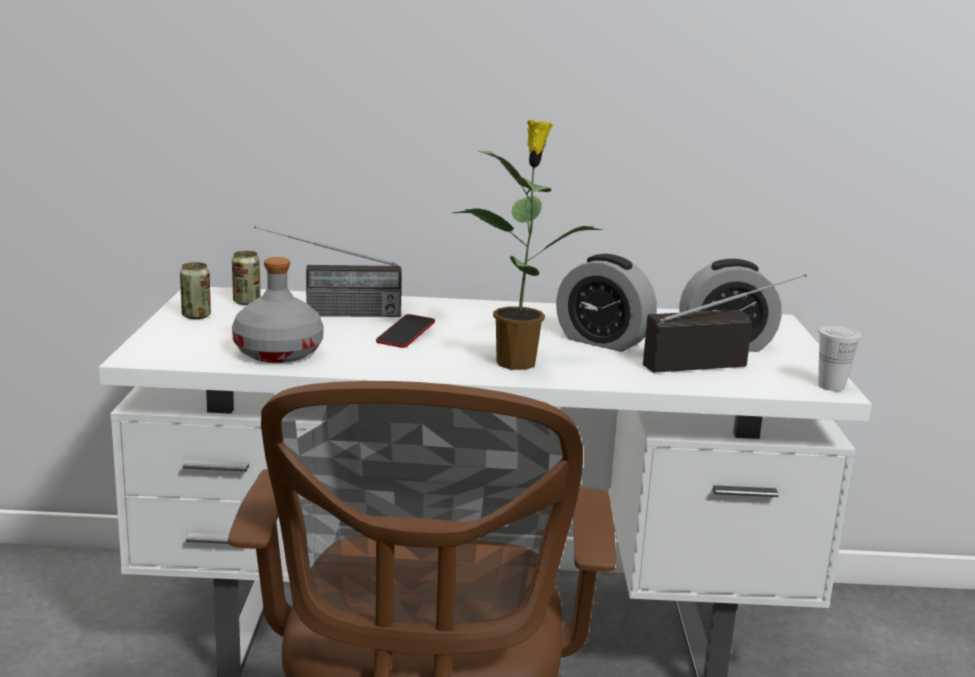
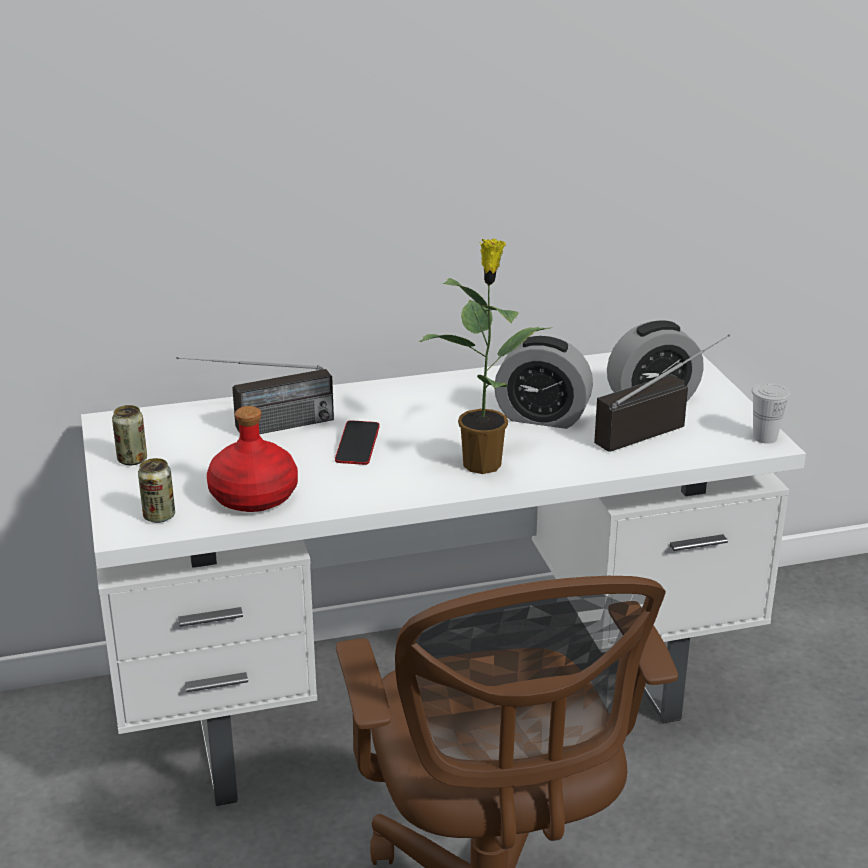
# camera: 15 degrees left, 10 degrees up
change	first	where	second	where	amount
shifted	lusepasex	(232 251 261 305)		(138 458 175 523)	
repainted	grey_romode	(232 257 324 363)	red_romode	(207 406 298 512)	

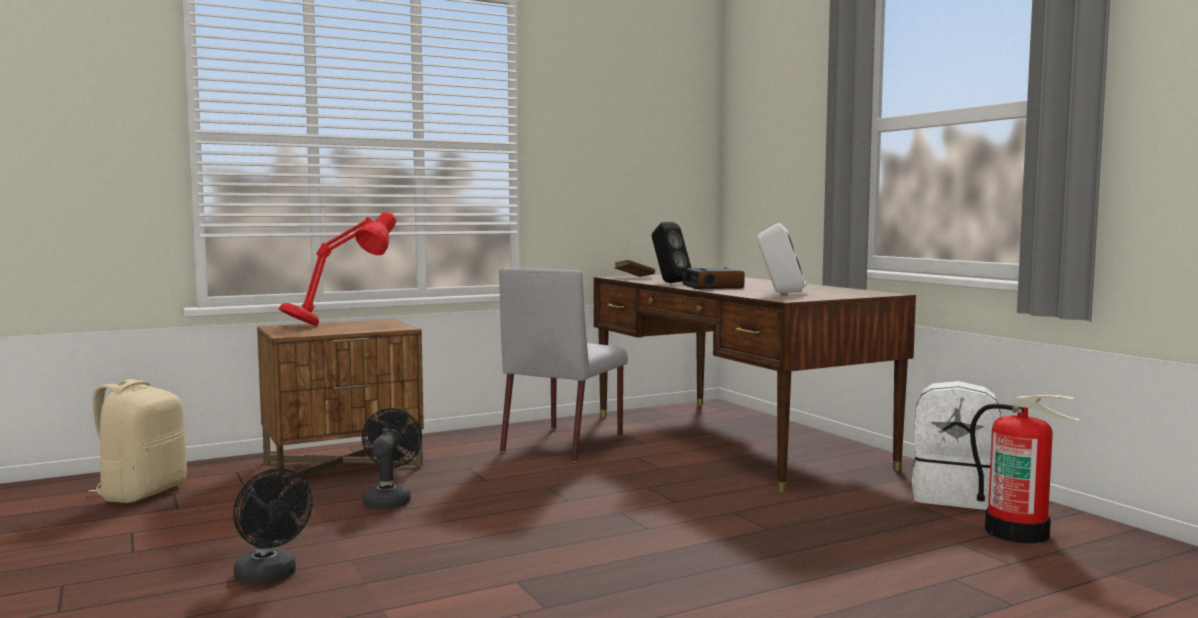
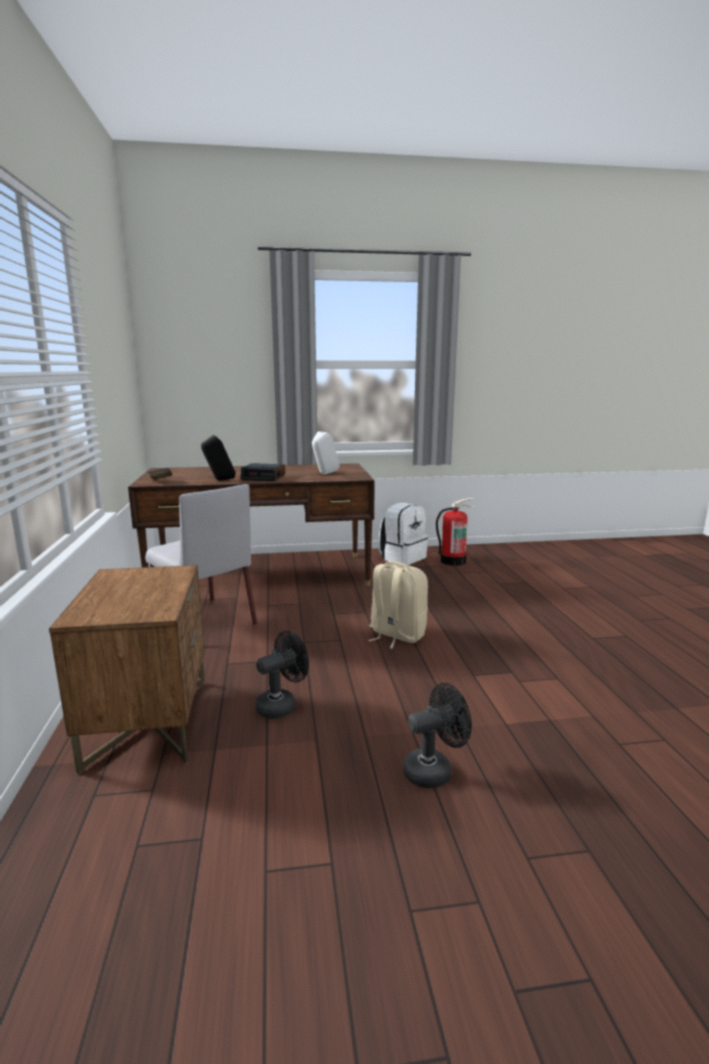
# camera: 70 degrees left, 10 degrees up
change	first	where	second	where	amount
gone	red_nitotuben	(279 212 396 326)			
shifted	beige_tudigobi	(88 379 187 503)		(368 561 428 649)	
rotated	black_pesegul	(362 408 422 509)		(255 631 309 719)	120 degrees clockwise

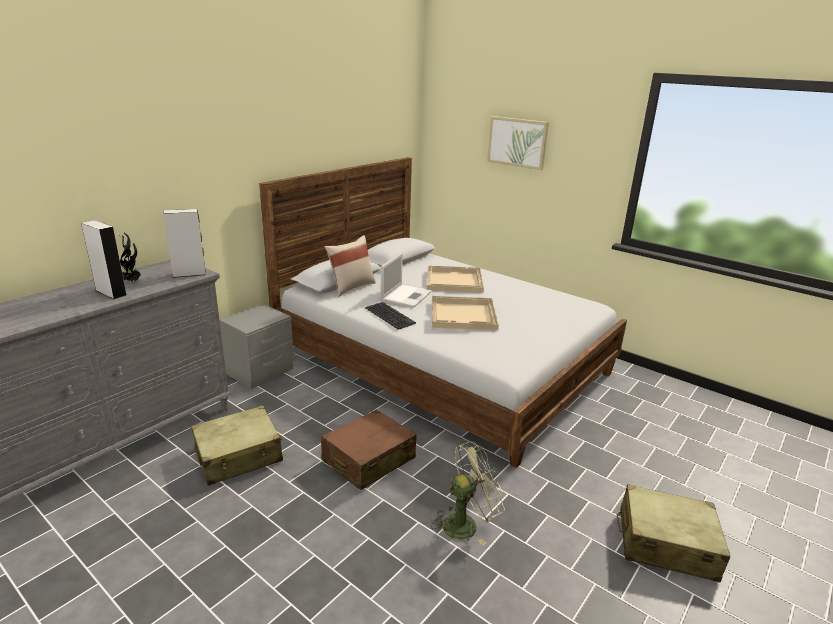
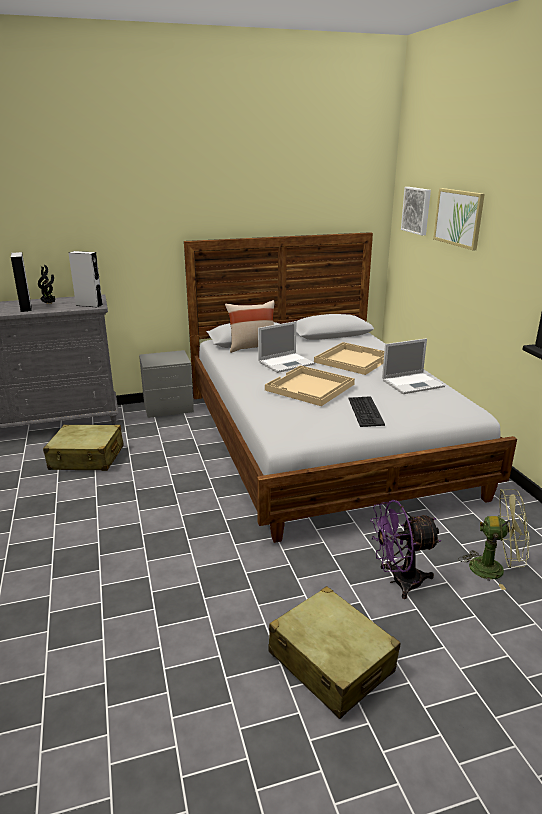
# camera: 35 degrees right, 0 degrees up
change	first	where	second	where	amount
shifted	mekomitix	(365 302 416 330)		(348 396 385 427)	
gone	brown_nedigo	(321 410 416 490)			
shifted	green_pesegul	(431 441 505 546)		(458 489 529 590)	
new			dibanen	(401 187 431 235)	
new			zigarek	(382 338 445 394)	
new			purple_pesegul	(370 500 441 599)	

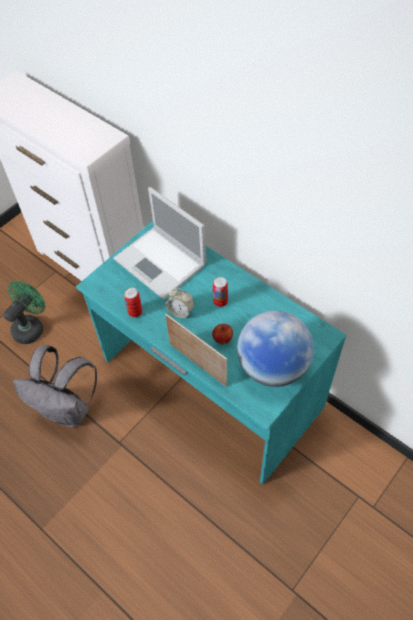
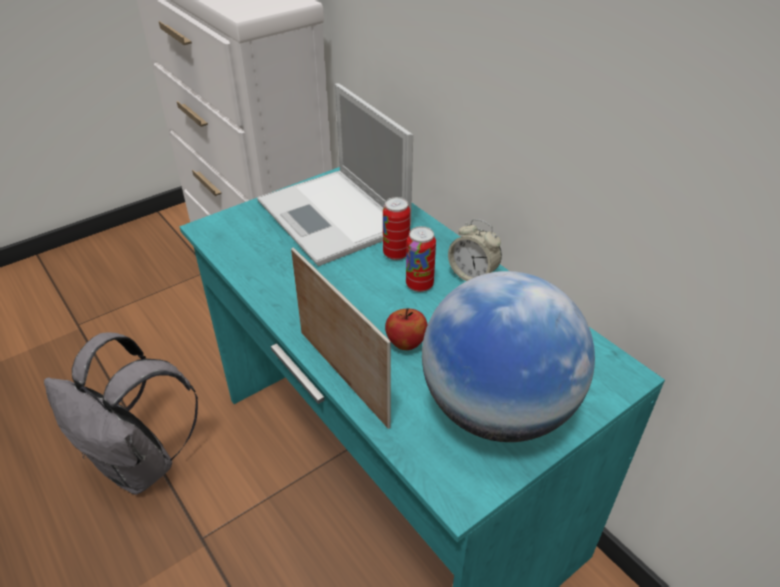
# camera: 10 degrees right, 15 degrees down
change	first	where	second	where	amount
gone	green_pesegul	(3 281 45 344)			
shifted	lusepasex	(124 288 143 317)		(383 197 410 260)	
shifted	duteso	(166 288 194 318)		(448 219 502 281)	

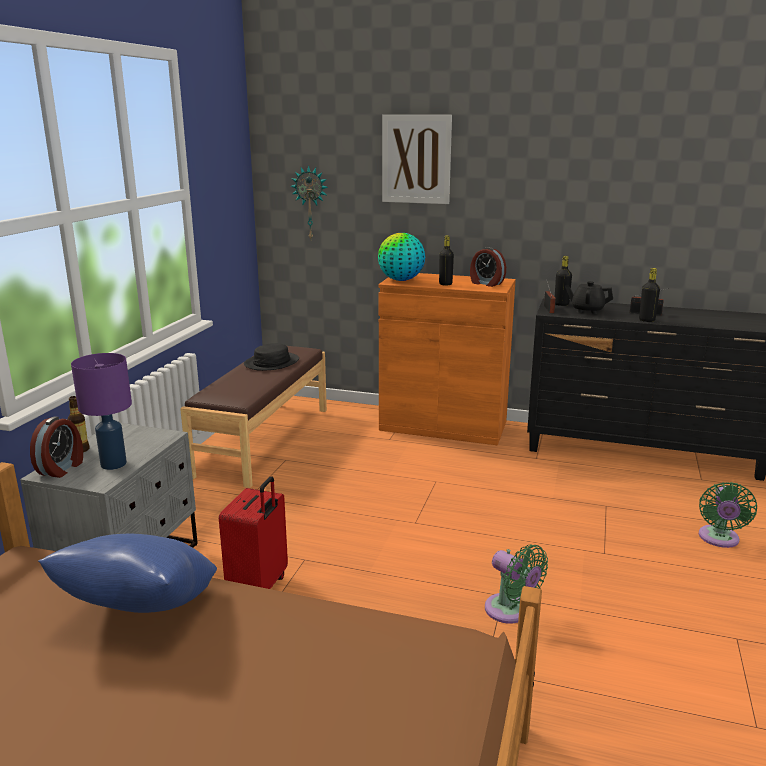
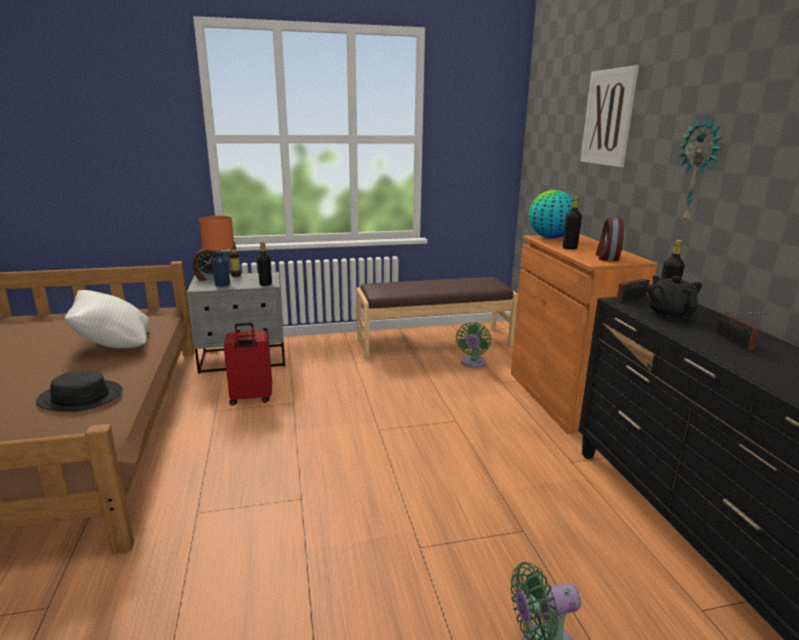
# camera: 60 degrees right, 0 degrees up
change	first	where	second	where	amount
shifted	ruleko	(291 165 328 239)		(679 116 723 224)	
shifted	black_romode	(639 268 660 322)		(257 242 272 286)	
shifted	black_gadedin	(244 343 299 371)		(36 371 123 412)	
repainted	purple_nitotuben	(71 353 132 470)	orange_nitotuben	(199 216 234 287)	
repainted	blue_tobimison	(38 534 217 613)	white_tobimison	(65 290 150 348)	
shifted	green_pesegul	(485 544 548 624)		(456 322 491 368)	

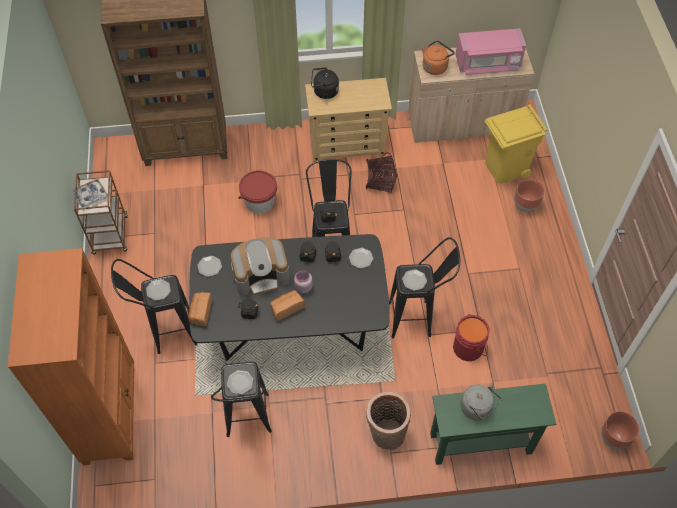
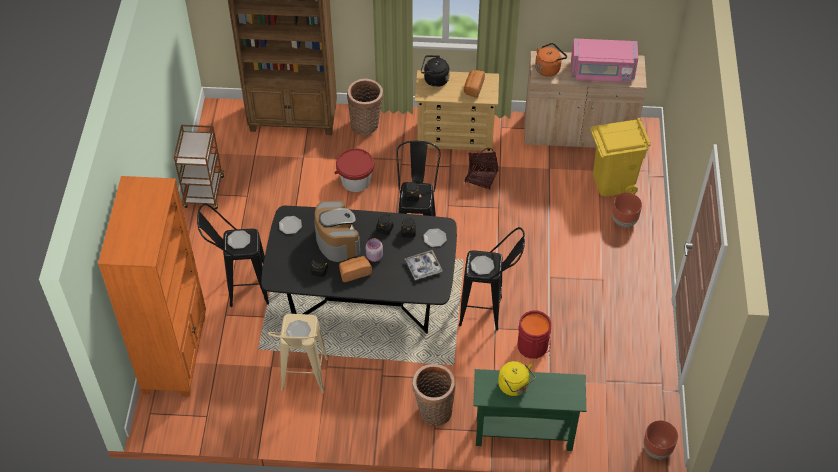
# camera: 10 degrees right, 5 degrees down
change	first	where	second	where	amount
shifted	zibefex	(72 179 108 208)		(405 250 443 280)	
rotated	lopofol	(230 237 290 296)		(315 201 360 262)	105 degrees counterclockwise
shifted	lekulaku	(188 292 212 327)		(464 70 485 98)	
repainted	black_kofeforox	(211 362 272 437)	beige_kofeforox	(268 314 328 393)	
repainted	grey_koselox	(461 384 502 421)	yellow_koselox	(498 361 536 396)	
new			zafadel	(347 79 384 136)	

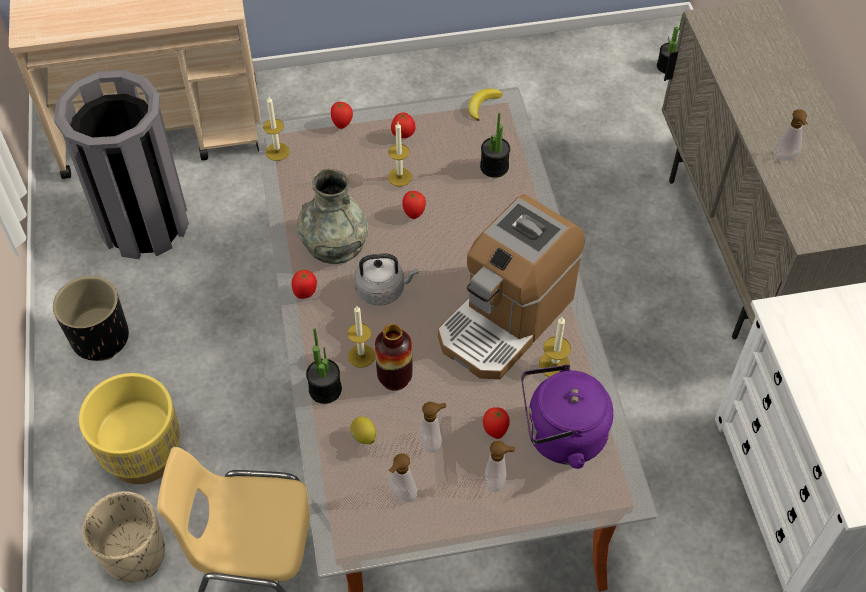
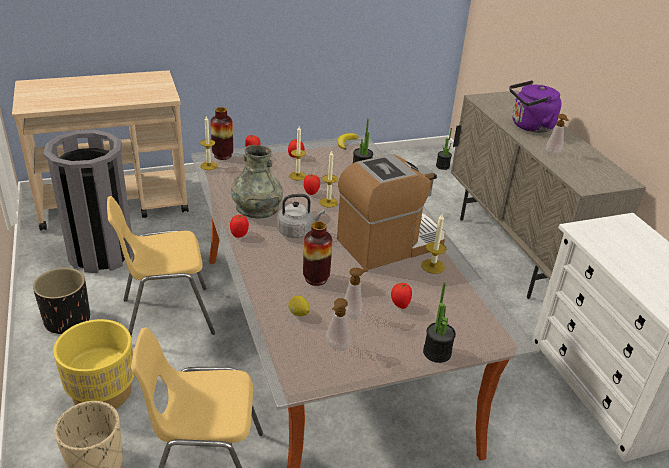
# camera: 10 degrees left, 20 degrees down
change	first	where	second	where	amount
rotated	lopofol	(438 194 585 379)		(337 154 445 270)	150 degrees counterclockwise
shifted	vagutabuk	(348 306 375 368)		(320 151 338 207)	
shifted	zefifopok	(306 328 342 404)		(423 282 456 363)	
shifted	purple_koselox	(521 364 614 469)		(509 80 562 133)	
gone	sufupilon	(485 441 515 492)			
new			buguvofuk	(210 107 233 160)	
new			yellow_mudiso	(107 196 215 336)	

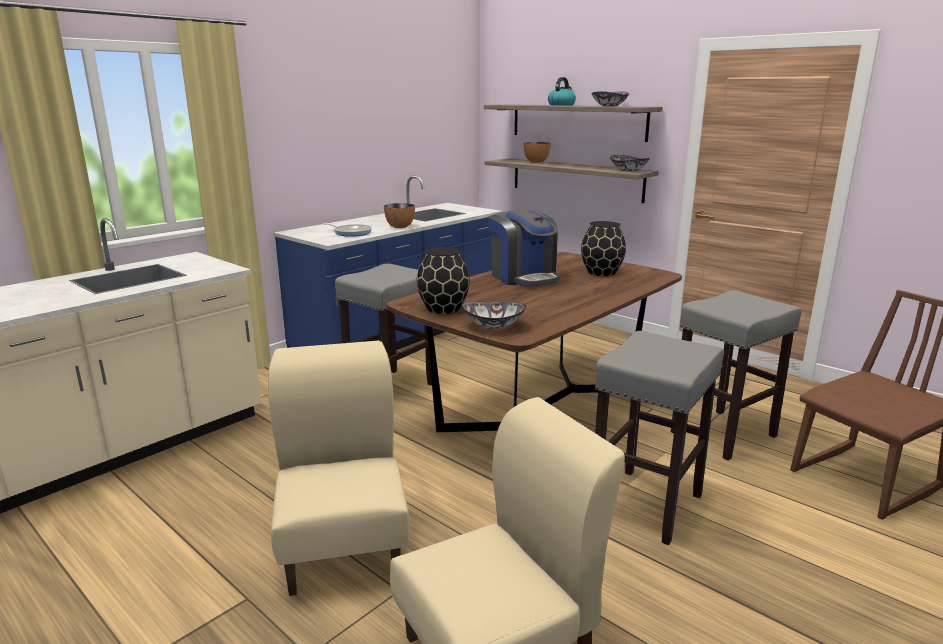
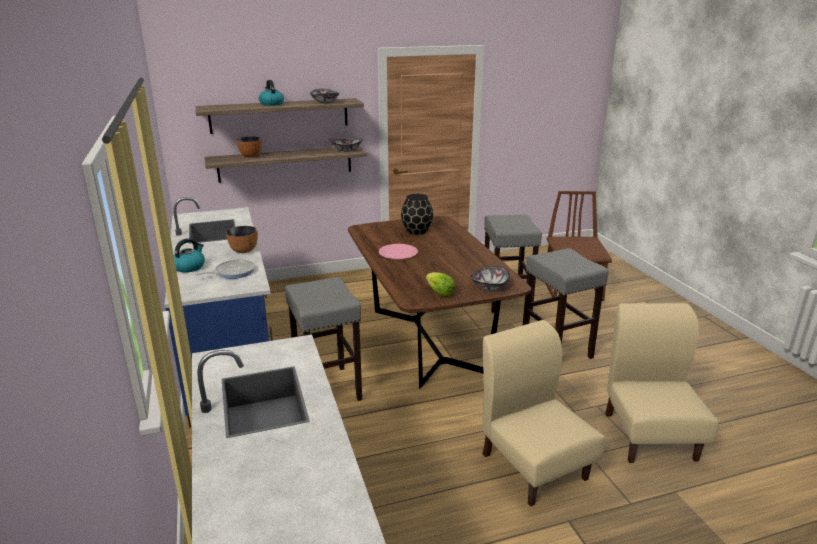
# camera: 60 degrees left, 5 degrees up
change	first	where	second	where	amount
swapped	lopofol	(488 209 560 287)	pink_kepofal	(379 244 418 259)	
swapped	black_buguvofuk	(417 247 470 314)	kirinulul	(426 272 455 297)	
rotated	beige_mudiso	(268 341 410 596)		(482 320 605 506)	45 degrees clockwise
new			koselox	(174 238 205 273)	

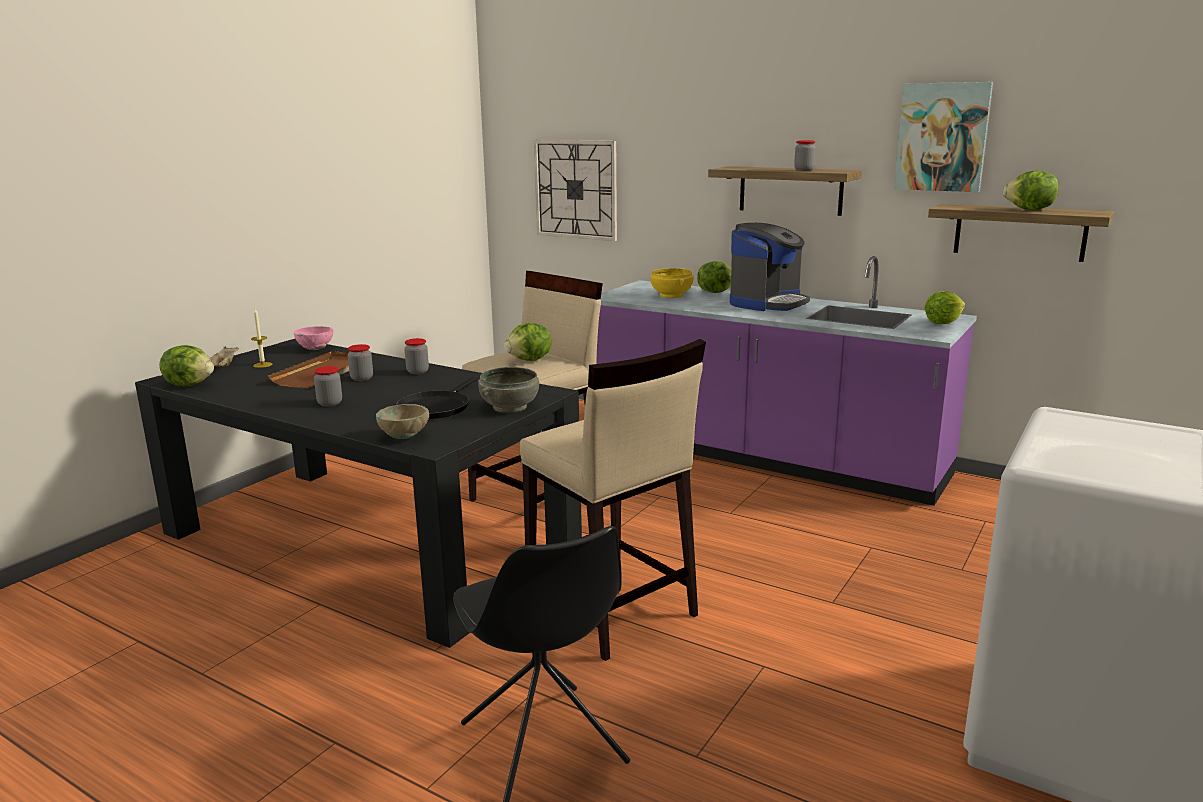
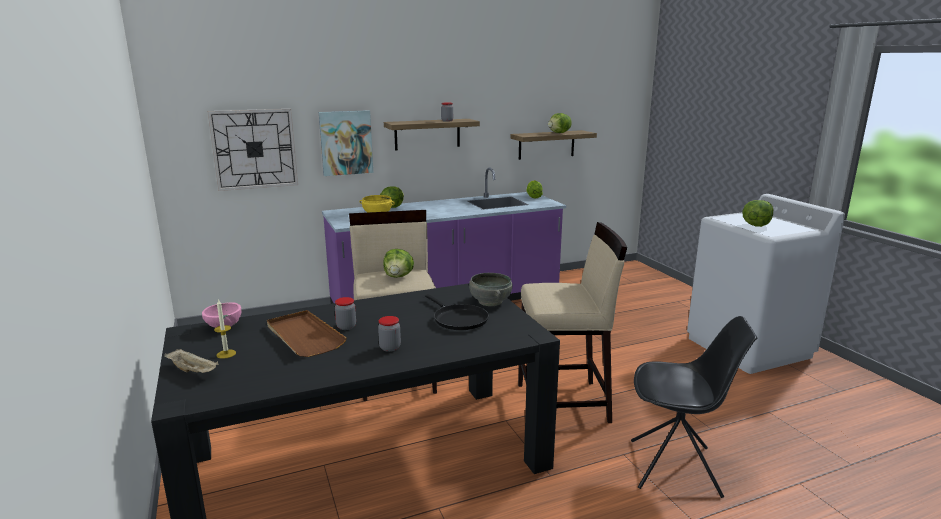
# camera: 55 degrees left, 0 degrees up
change	first	where	second	where	amount
shifted	dibanen	(894 82 993 192)		(319 110 373 176)	
gone	lopofol	(730 223 810 311)			
gone	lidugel	(404 338 429 374)			
shifted	kirinulul	(159 345 214 387)		(742 200 773 227)	
gone	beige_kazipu	(376 404 429 439)			

